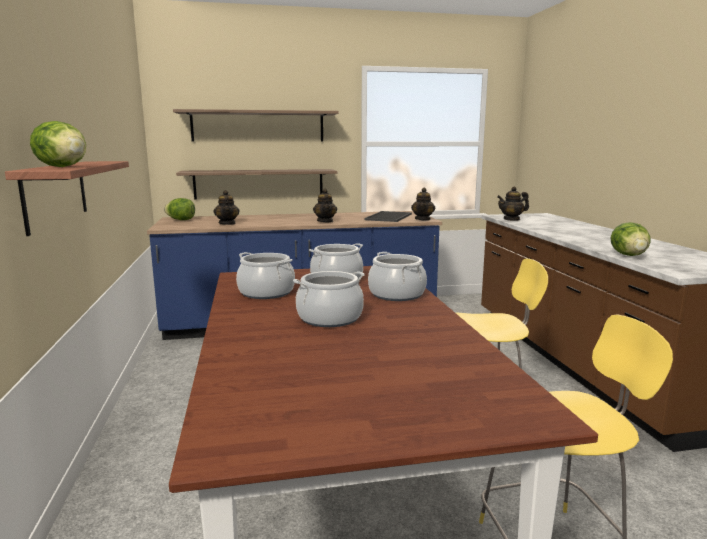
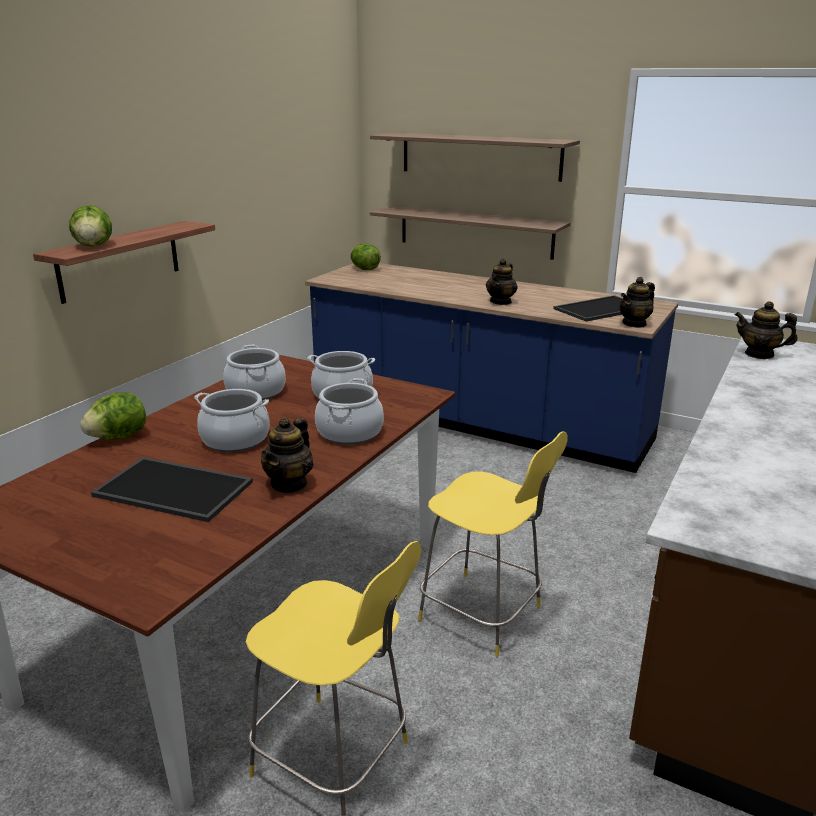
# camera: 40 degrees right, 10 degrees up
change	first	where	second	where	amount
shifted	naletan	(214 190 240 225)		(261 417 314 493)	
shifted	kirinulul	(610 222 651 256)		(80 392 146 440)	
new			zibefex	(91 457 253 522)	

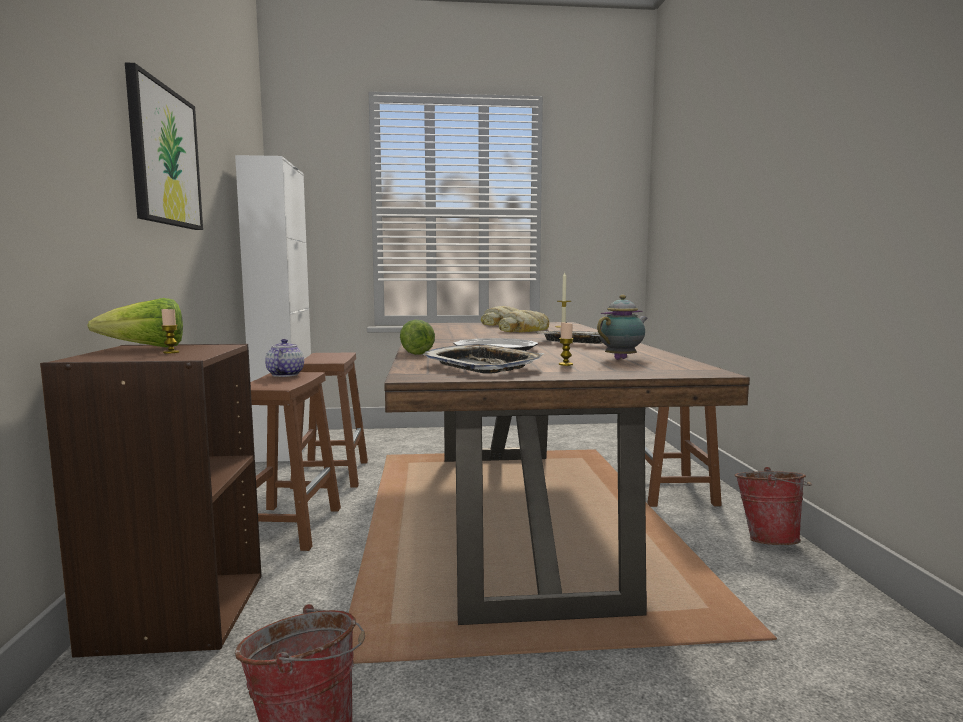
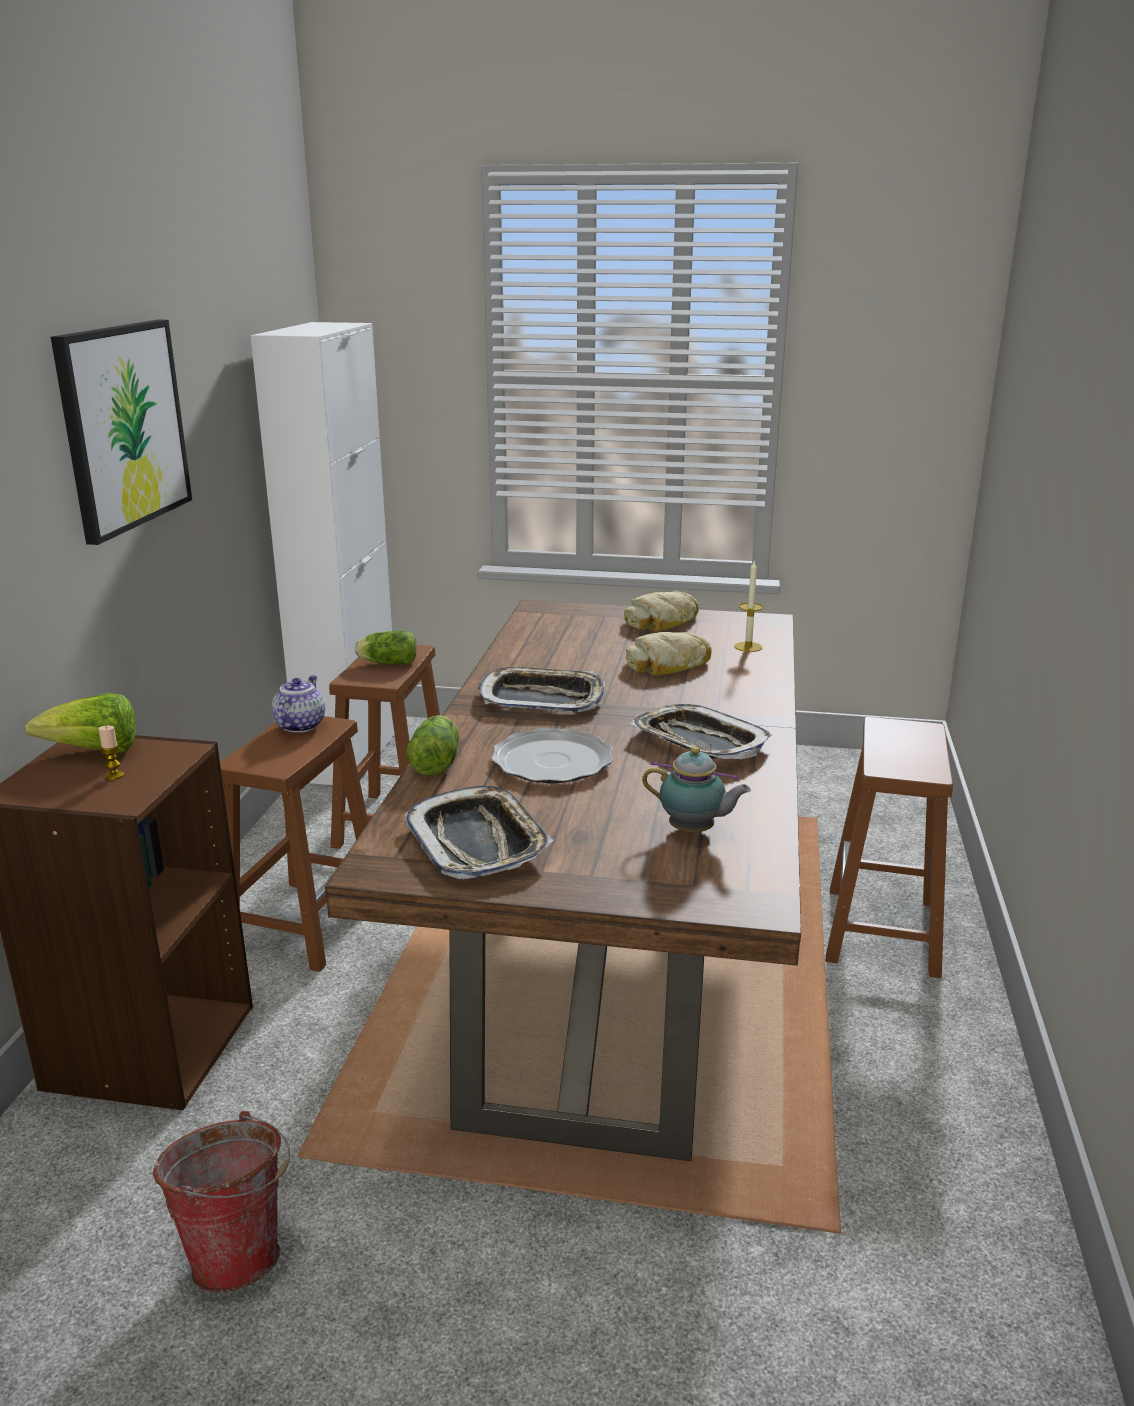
# camera: 15 degrees right, 15 degrees up
change	first	where	second	where	amount
rotated	naletan	(597 295 648 360)		(642 746 751 832)	45 degrees clockwise
gone	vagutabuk	(559 322 574 366)			
gone	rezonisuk	(734 467 812 545)			
new			kirinulul	(355 630 417 664)	
new			zibefex	(478 667 606 712)	

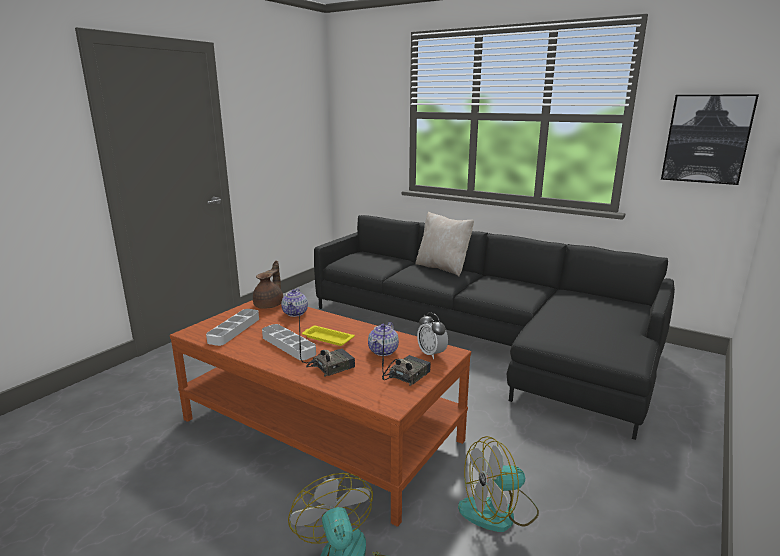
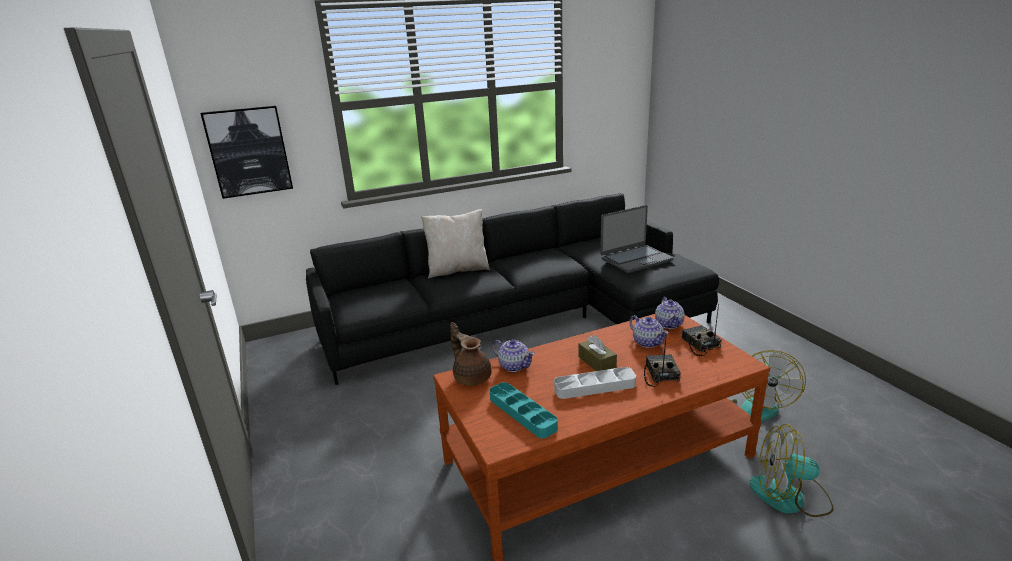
# camera: 55 degrees left, 5 degrees up
change	first	where	second	where	amount
shifted	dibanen	(661 94 759 185)		(200 106 293 199)	
repainted	grey_zibefex	(206 309 259 346)	turquoise_zibefex	(490 382 558 438)	
swapped	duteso	(417 312 448 359)	naletan	(655 297 685 329)	
swapped	yellow_zibefex	(302 326 355 346)	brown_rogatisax	(578 335 617 371)	
new			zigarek	(600 205 673 273)	

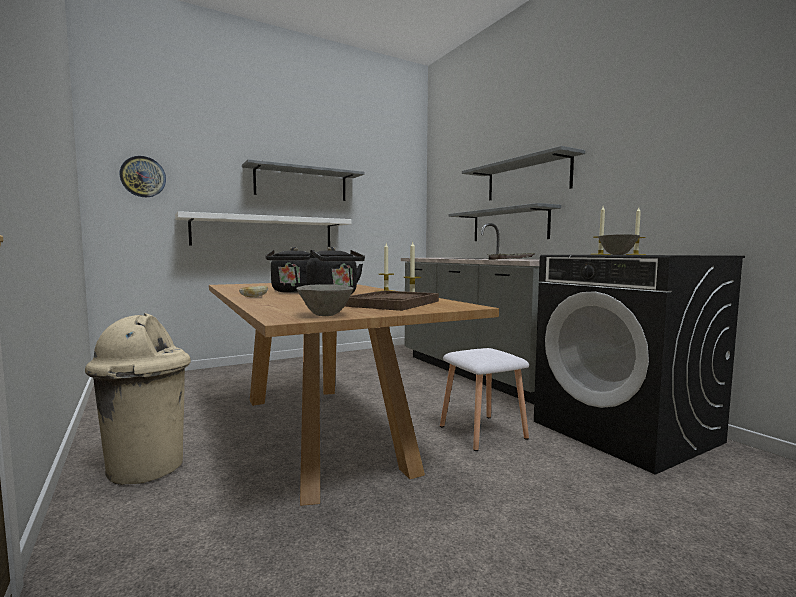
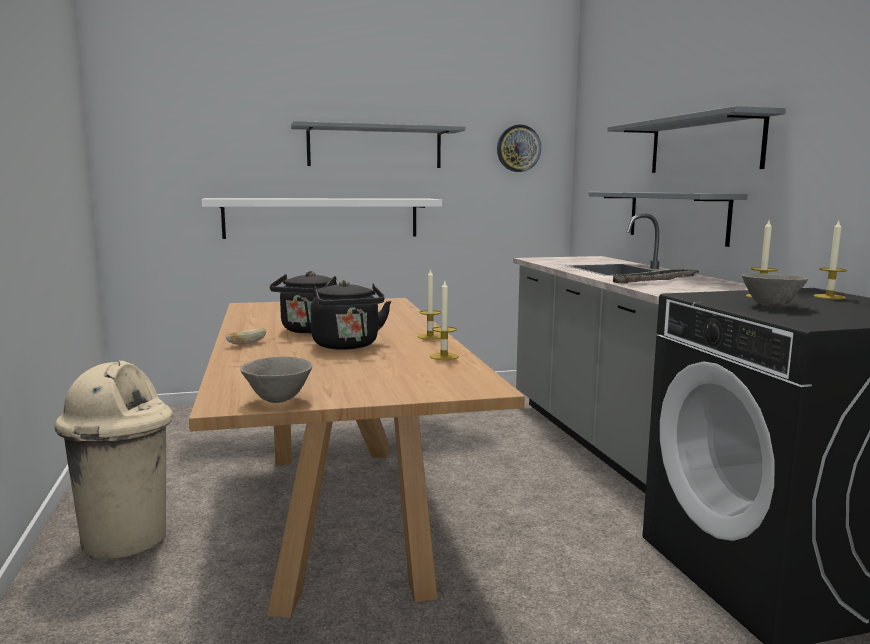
# camera: 15 degrees right, 5 degrees up
change	first	where	second	where	amount
shifted	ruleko	(119 156 166 197)		(497 125 541 172)	
gone	brown_zibefex	(344 291 439 311)			
gone	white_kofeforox	(440 348 529 451)			

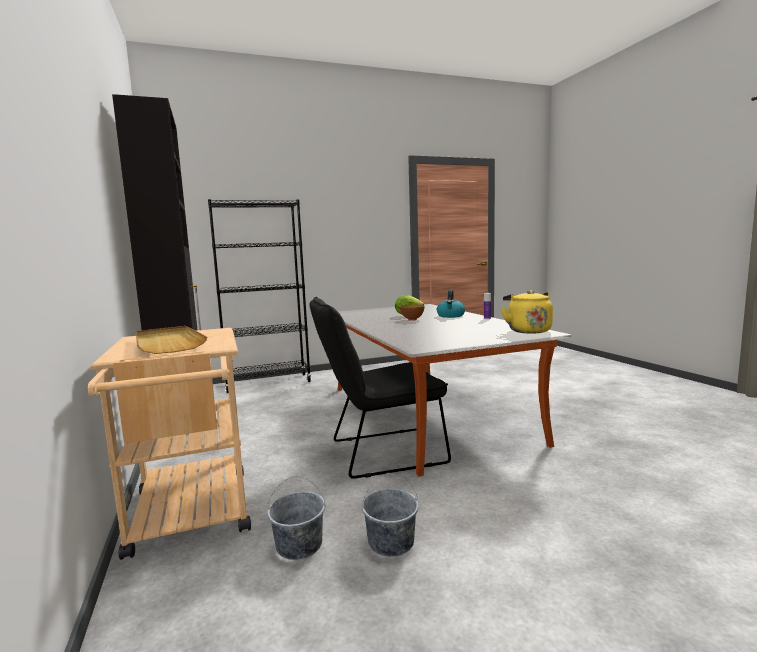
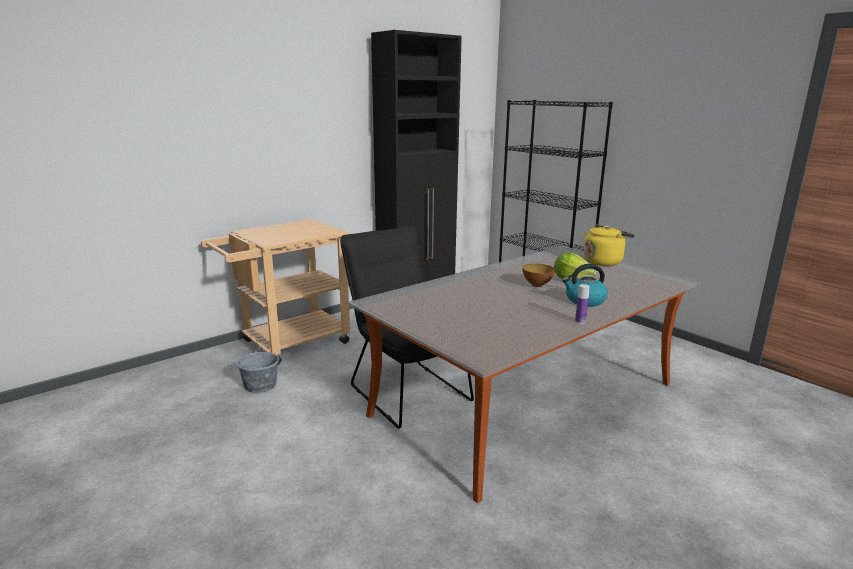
# camera: 70 degrees right, 10 degrees up
change	first	where	second	where	amount
shifted	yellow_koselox	(501 290 553 334)		(584 224 635 266)	
gone	beige_zibefex	(136 326 207 354)			
gone	grey_rezonisuk	(361 473 419 557)			

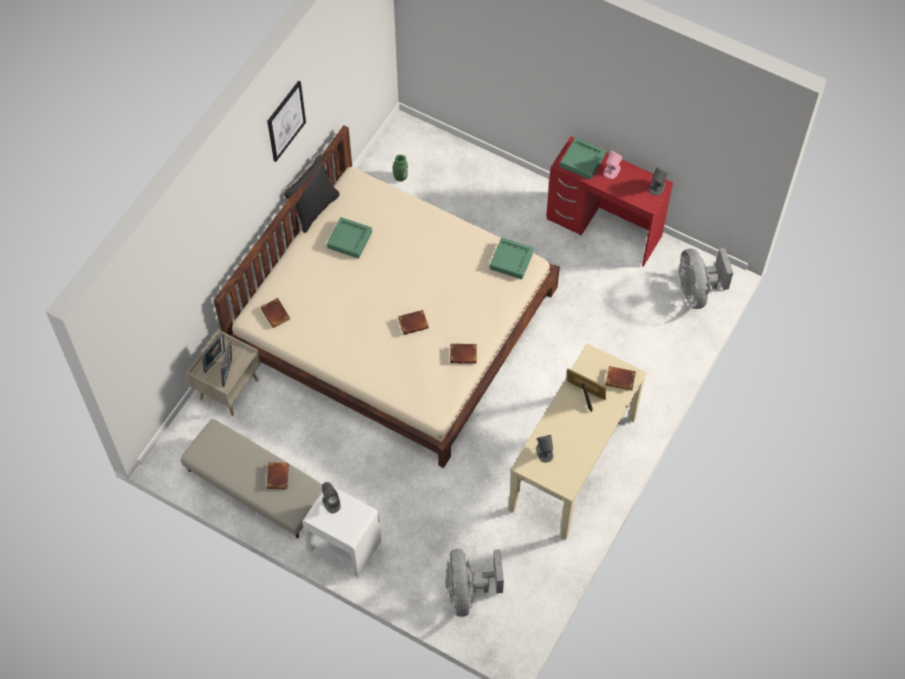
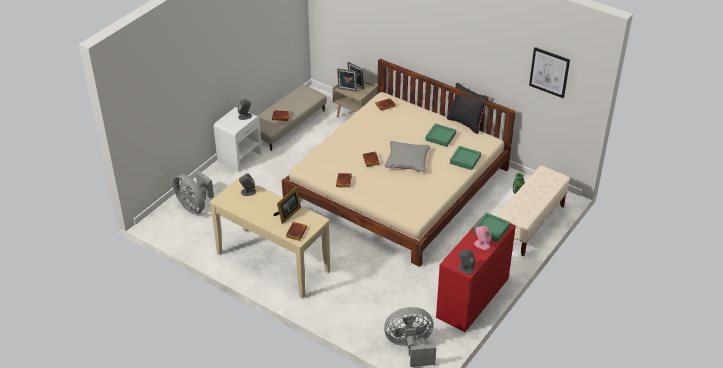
# camera: 95 degrees right, 20 degrees down
change	first	where	second	where	amount
shifted	dibanen	(267 81 306 162)		(529 47 570 98)	
shifted	green_zibefex	(490 238 534 279)		(450 146 481 170)	
rotated	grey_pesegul	(445 549 504 617)		(173 171 214 214)	135 degrees counterclockwise
new			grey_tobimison	(384 141 430 172)	
new			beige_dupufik	(496 166 570 257)	

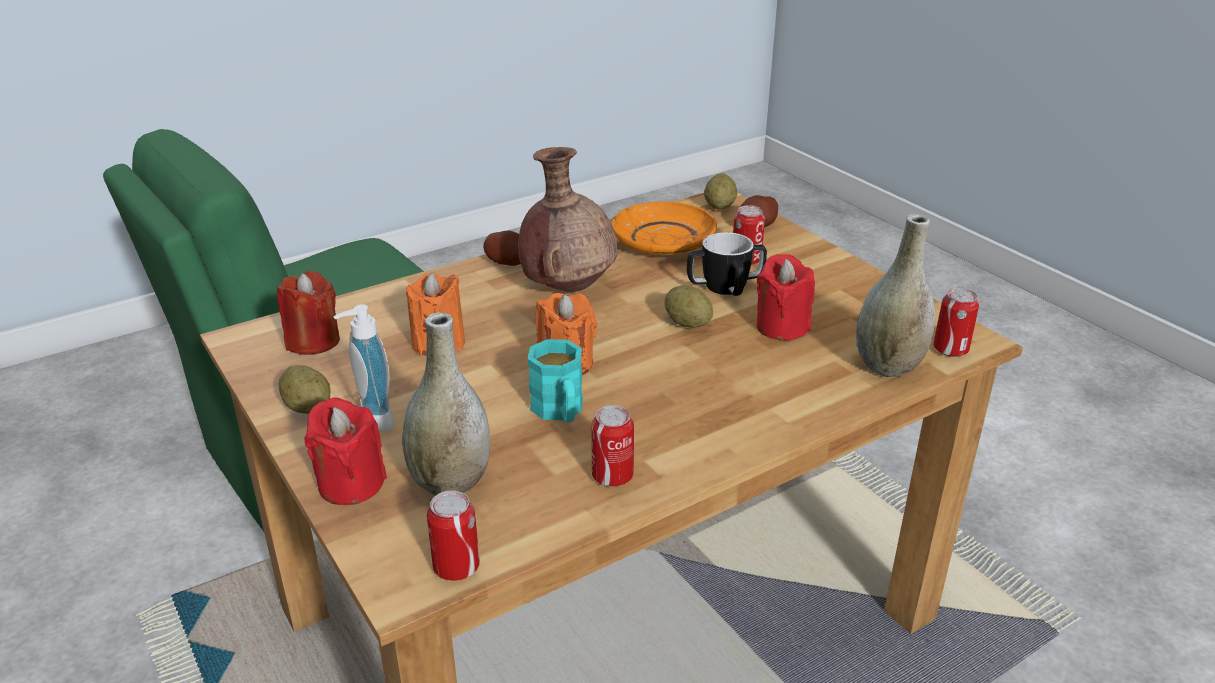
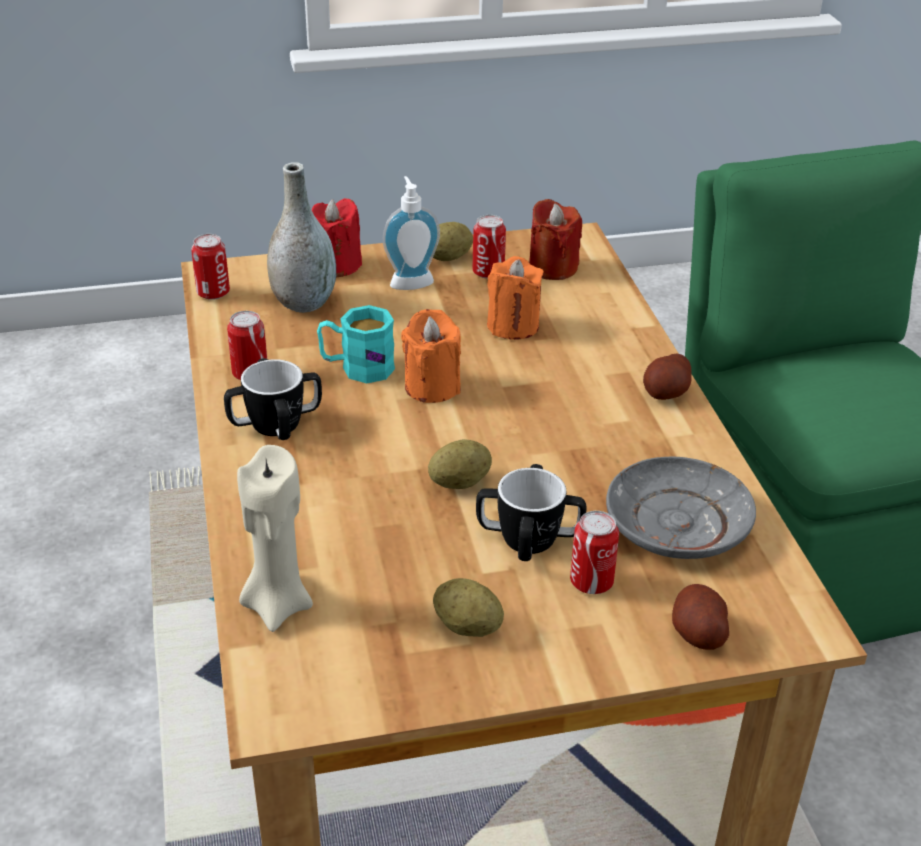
# camera: 110 degrees right, 5 degrees up
change	first	where	second	where	amount
gone	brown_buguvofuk	(518 147 618 292)			
shifted	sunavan	(704 173 737 209)		(433 578 504 637)	
repainted	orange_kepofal	(612 201 717 255)	grey_kepofal	(606 457 756 559)	
swapped	grey_buguvofuk	(856 214 935 377)	beige_vagutabuk	(237 445 313 632)	
gone	red_vagutabuk	(756 254 815 341)			
shifted	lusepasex	(933 288 979 357)		(472 215 506 279)	
new			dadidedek	(224 358 322 440)	

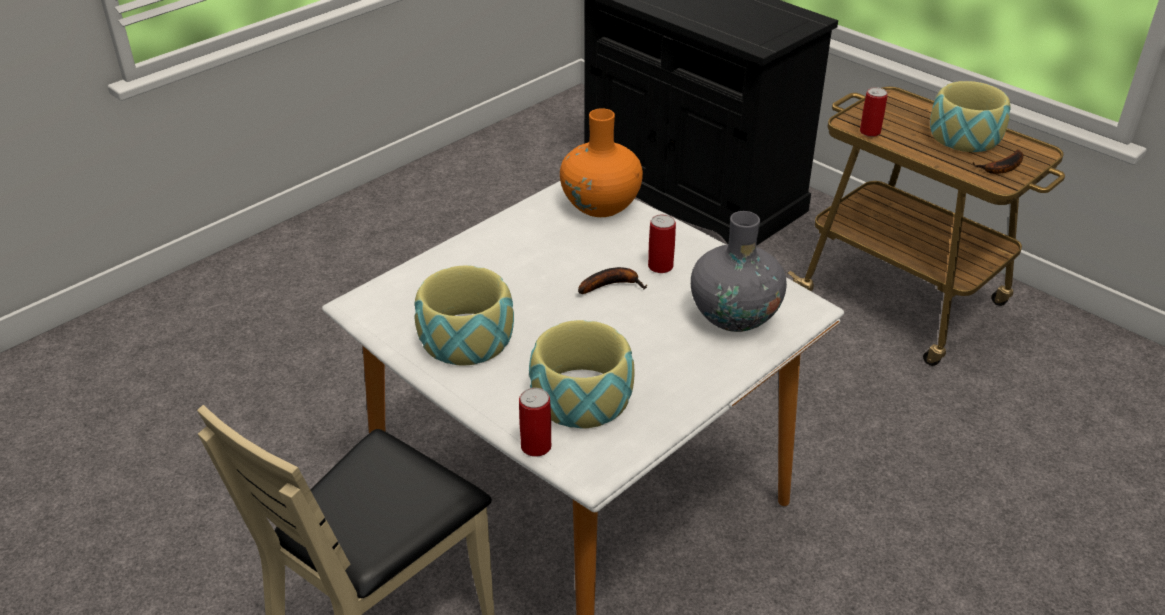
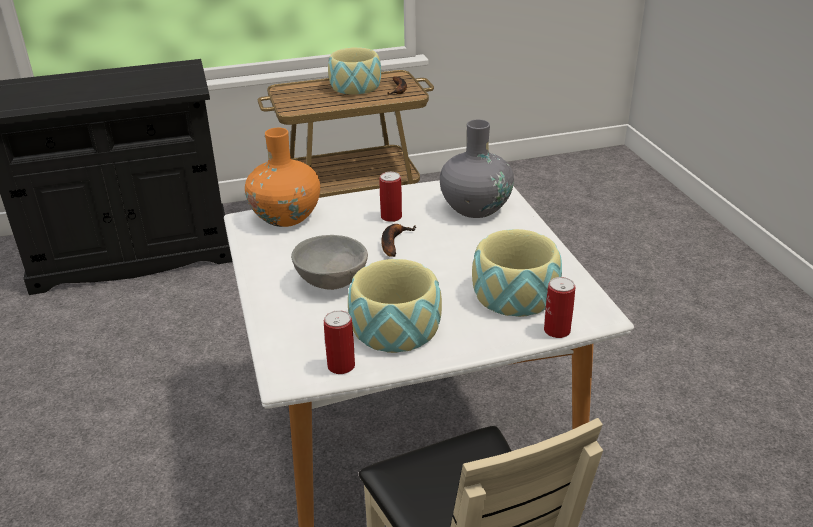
# camera: 60 degrees left, 5 degrees down
change	first	where	second	where	amount
shifted	lusepasex	(860 87 888 137)		(324 310 355 374)	
new			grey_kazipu	(291 235 368 290)	

